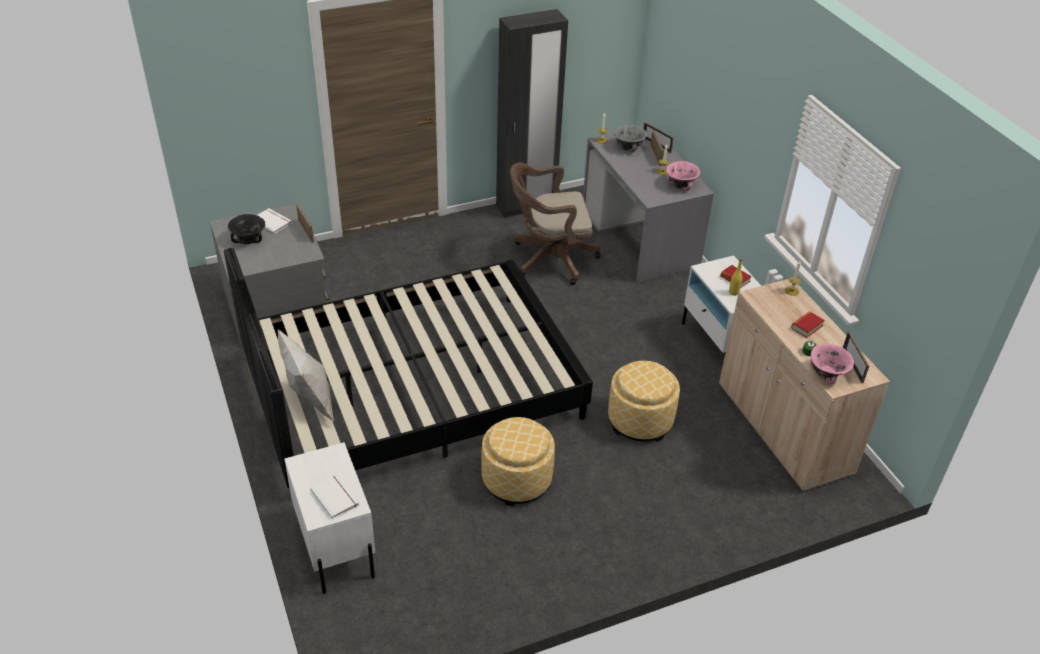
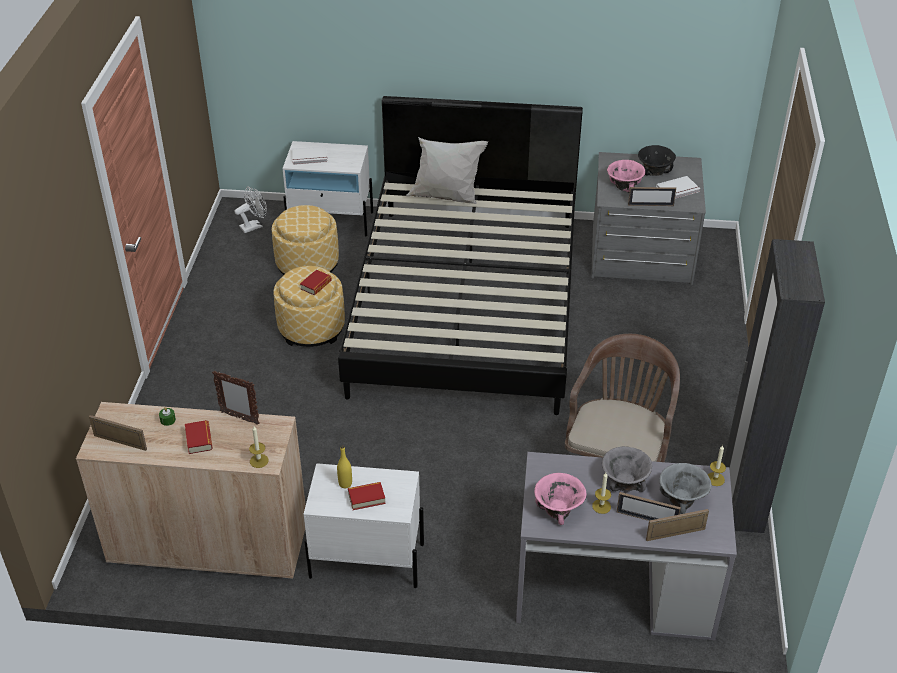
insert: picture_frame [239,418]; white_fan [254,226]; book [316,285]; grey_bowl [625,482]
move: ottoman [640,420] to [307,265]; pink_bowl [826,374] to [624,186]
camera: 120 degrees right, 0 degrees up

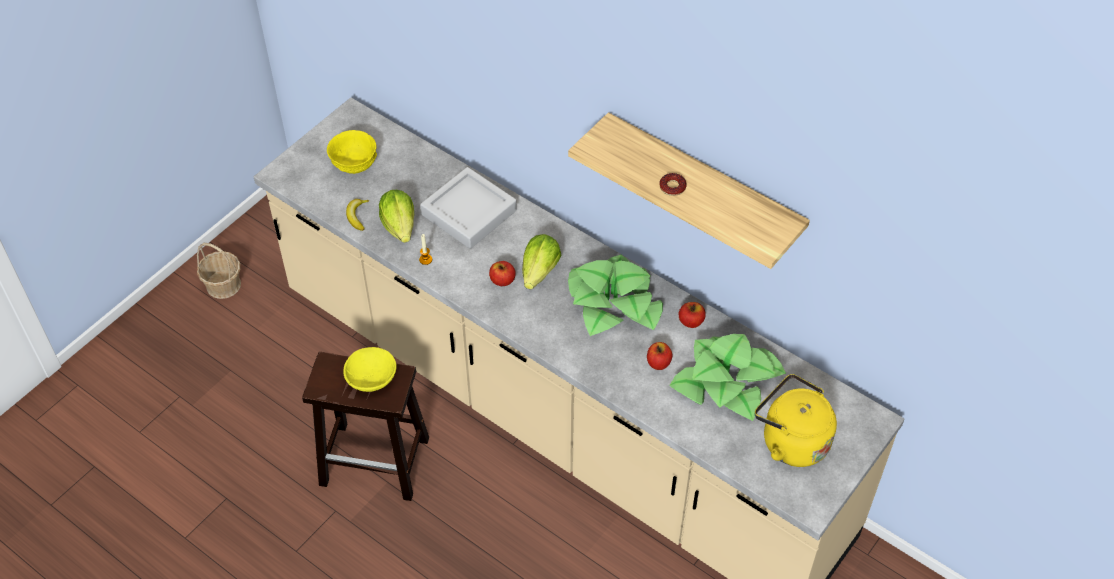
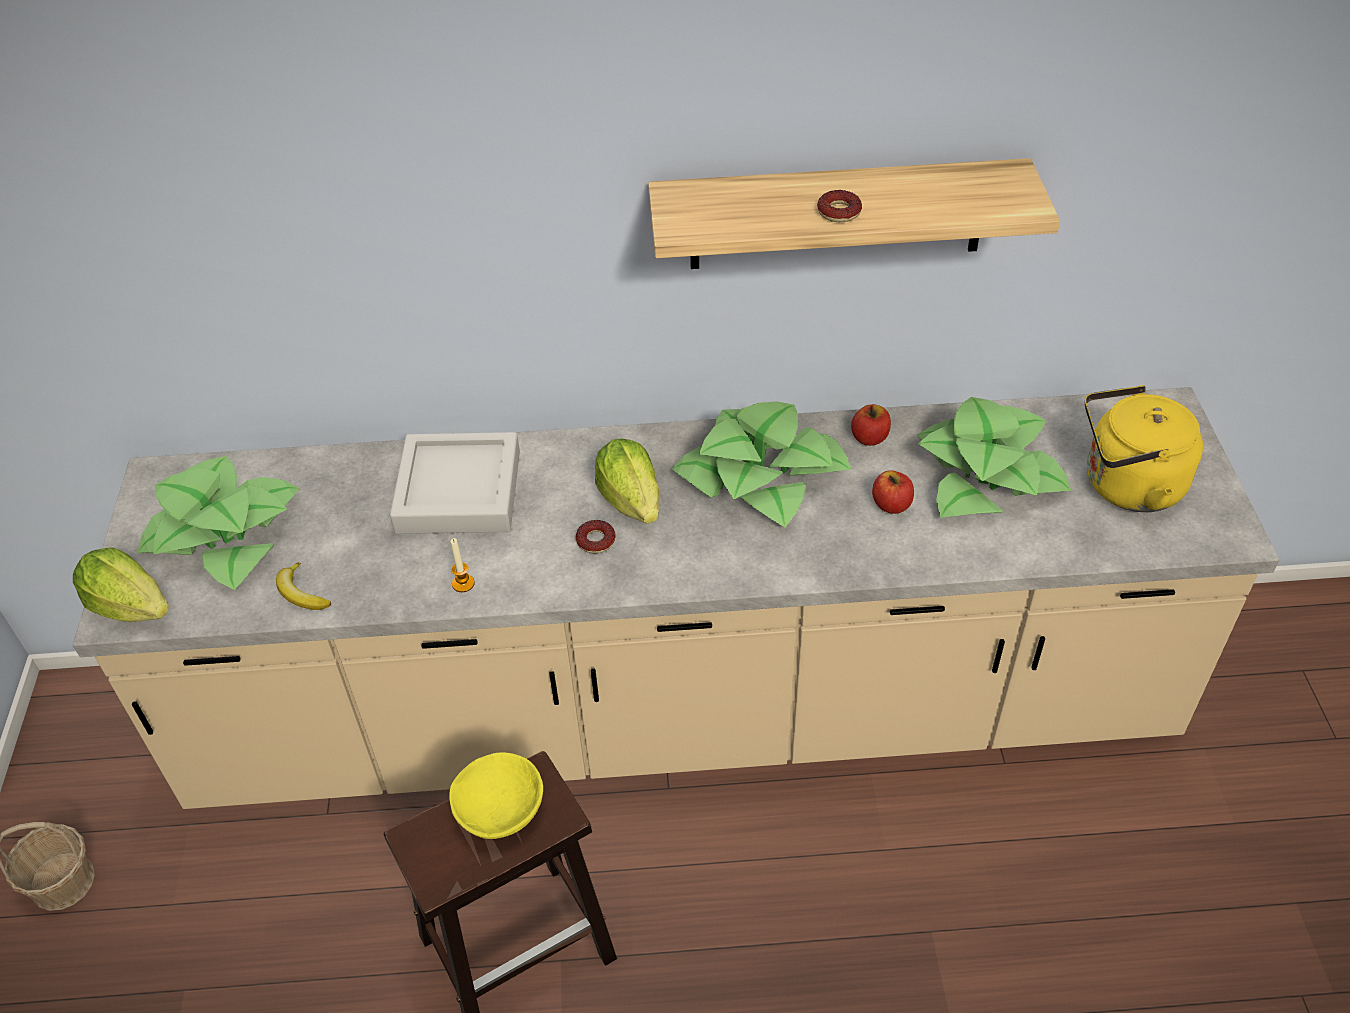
move: lettuce [400,226] to [130,606]
replace: yellow_bowl [354,163] to potted_plant [224,531]; apple [502,280] to donut [596,540]
camera: 40 degrees left, 5 degrees down

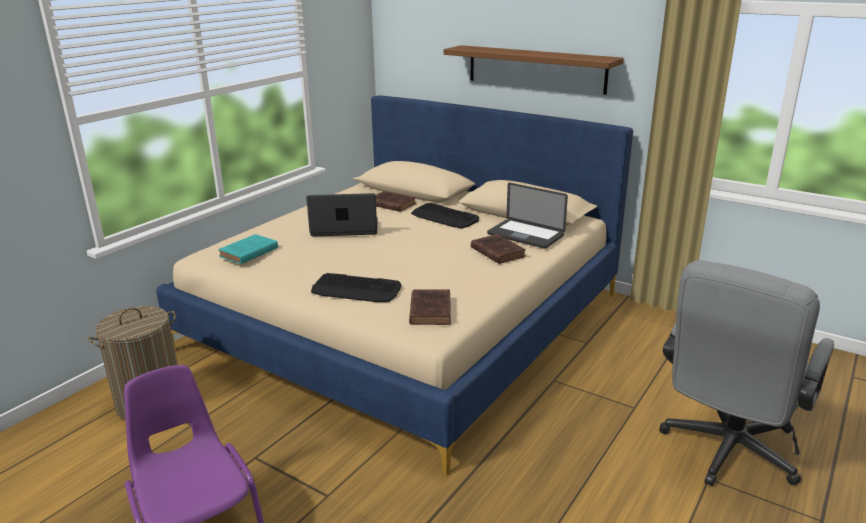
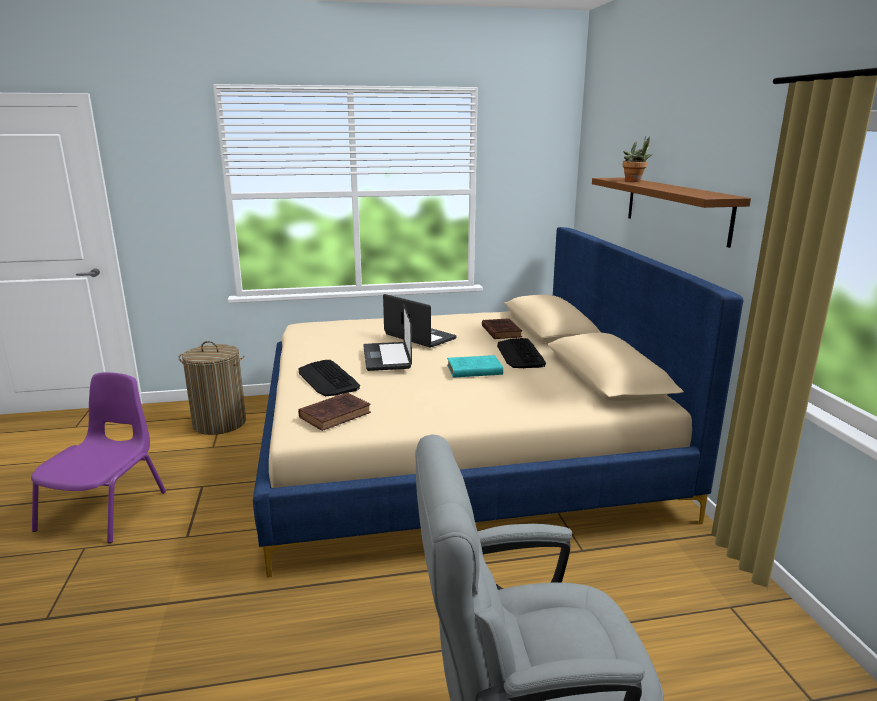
delete: brown_book [496,251]
insert: potted_plant [634,181]
move: turquoise_book [247,253] to [472,370]; laptop [525,235] to [386,357]
camera: 45 degrees right, 5 degrees down

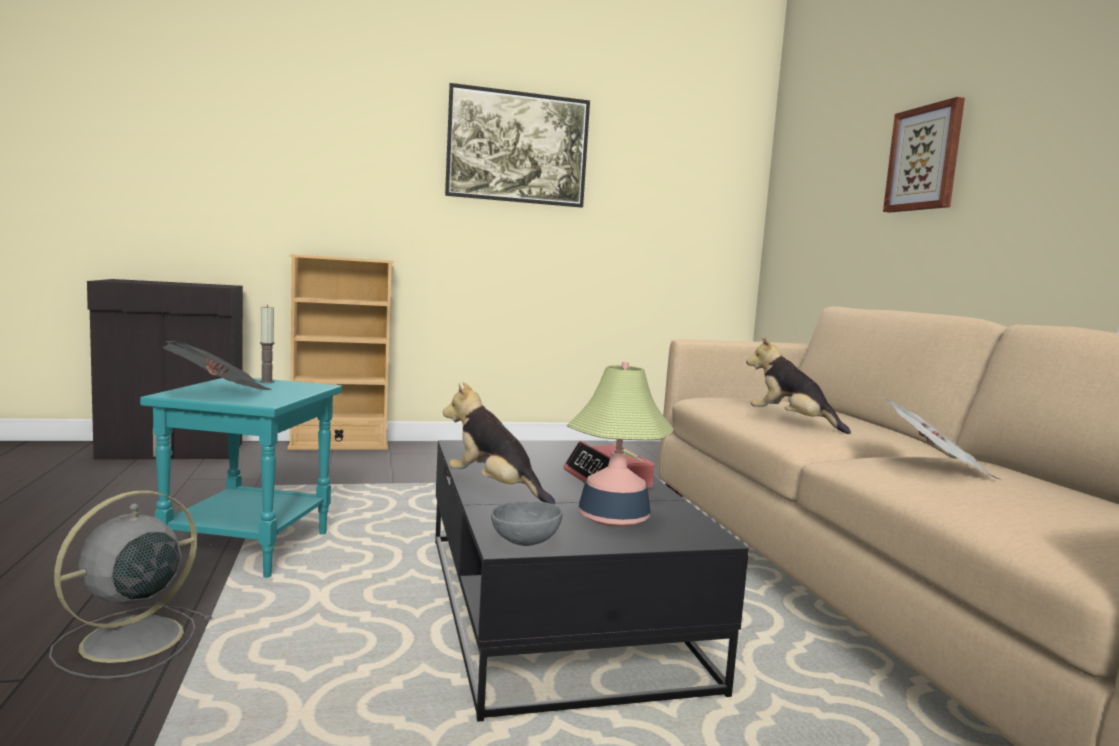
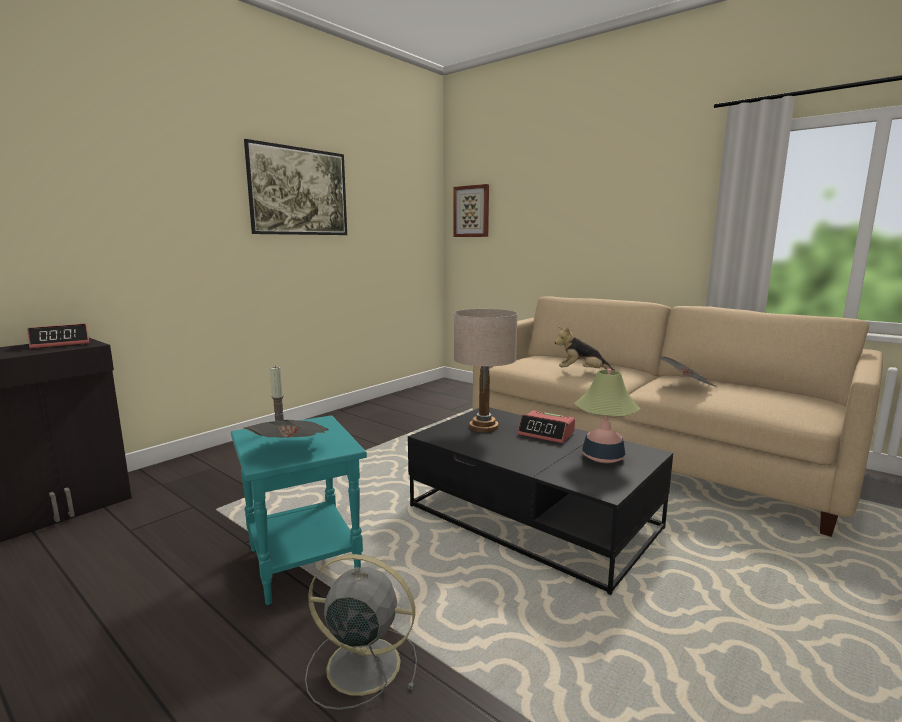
delete: beige_bookcase [339,445]; plush_toy [494,489]; grey_bowl [524,541]
insert: alarm_clock [61,343]; beige_table_lamp [484,427]
move: picture [924,158] to [471,211]
rotate: grey_fan [128,641] = [360,664] 105 degrees clockwise
camera: 35 degrees left, 5 degrees up

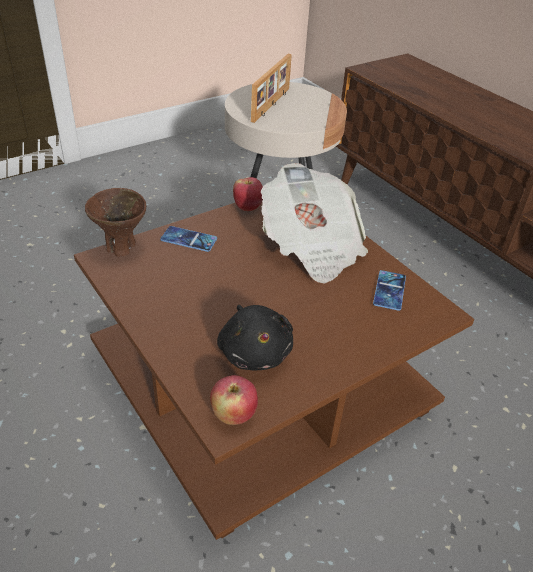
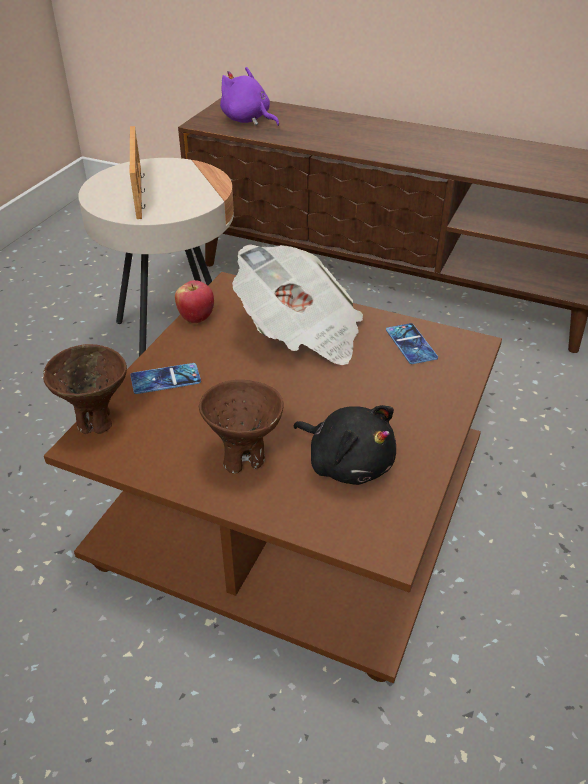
delete: apple [233,415]
insert: brown_bowl [244,459]; purple_plush_toy [248,120]
camera: 30 degrees left, 0 degrees up

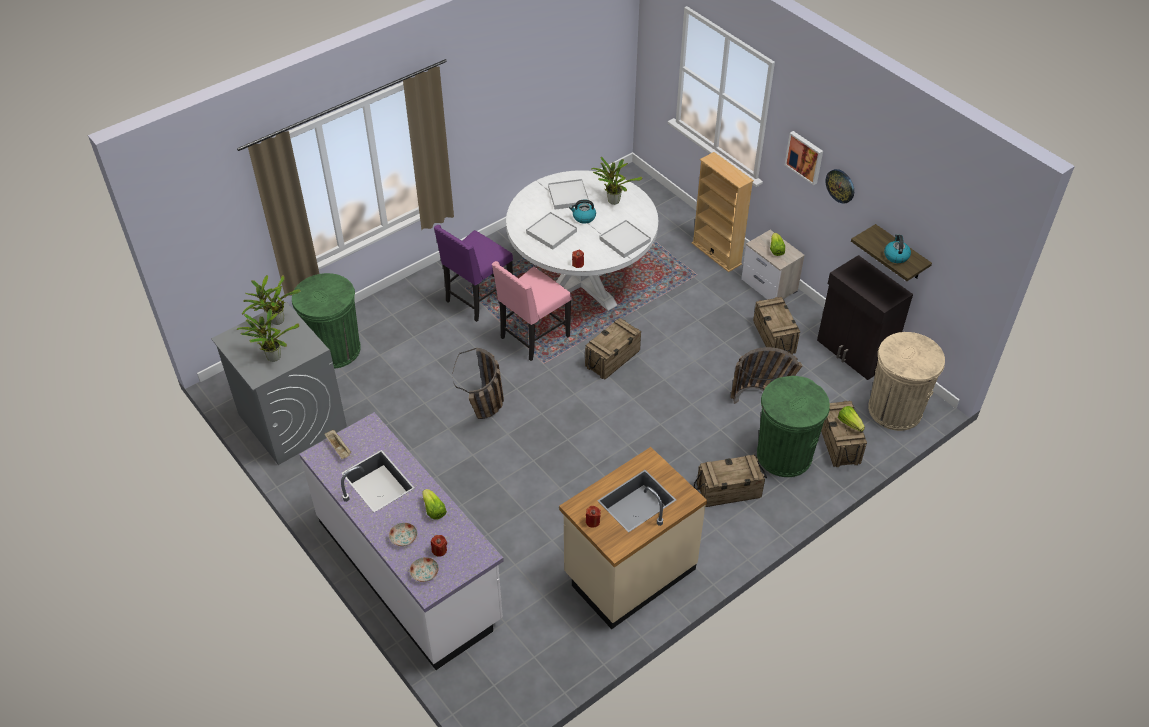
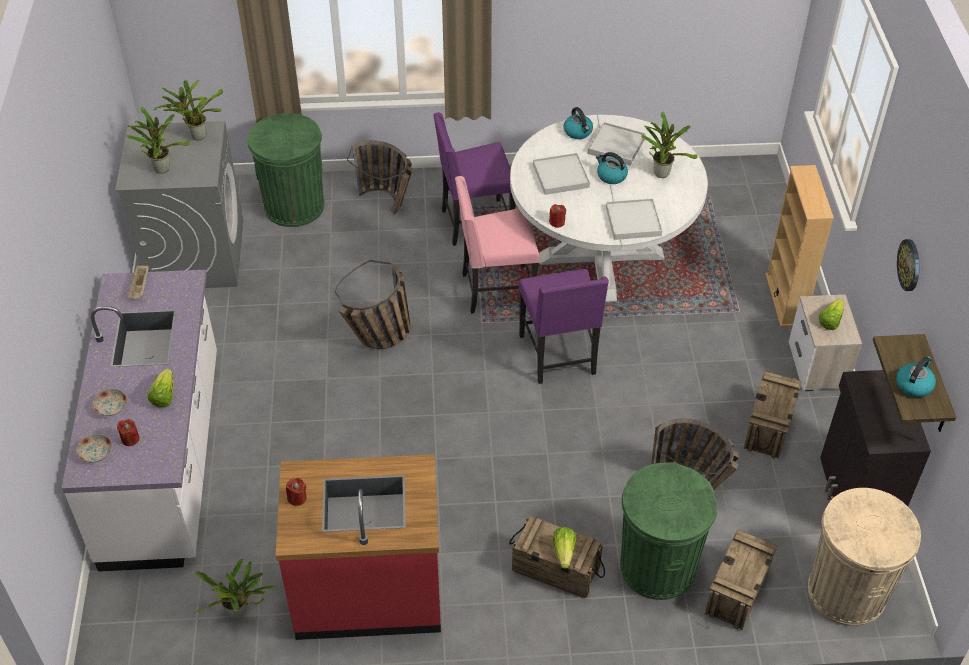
delete: picture [805,157]
insert: potted_plant [240,613]; basket [389,205]; kettle [578,132]
move: lettuce [849,423] to [564,552]
replace: crate [612,359] to purple_chair [559,356]
recolor: beige_counter [629,572] to red_counter [368,591]
camera: 35 degrees right, 0 degrees up

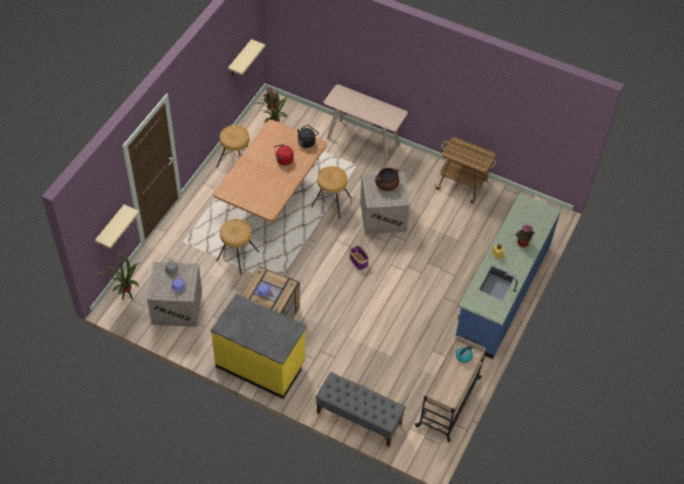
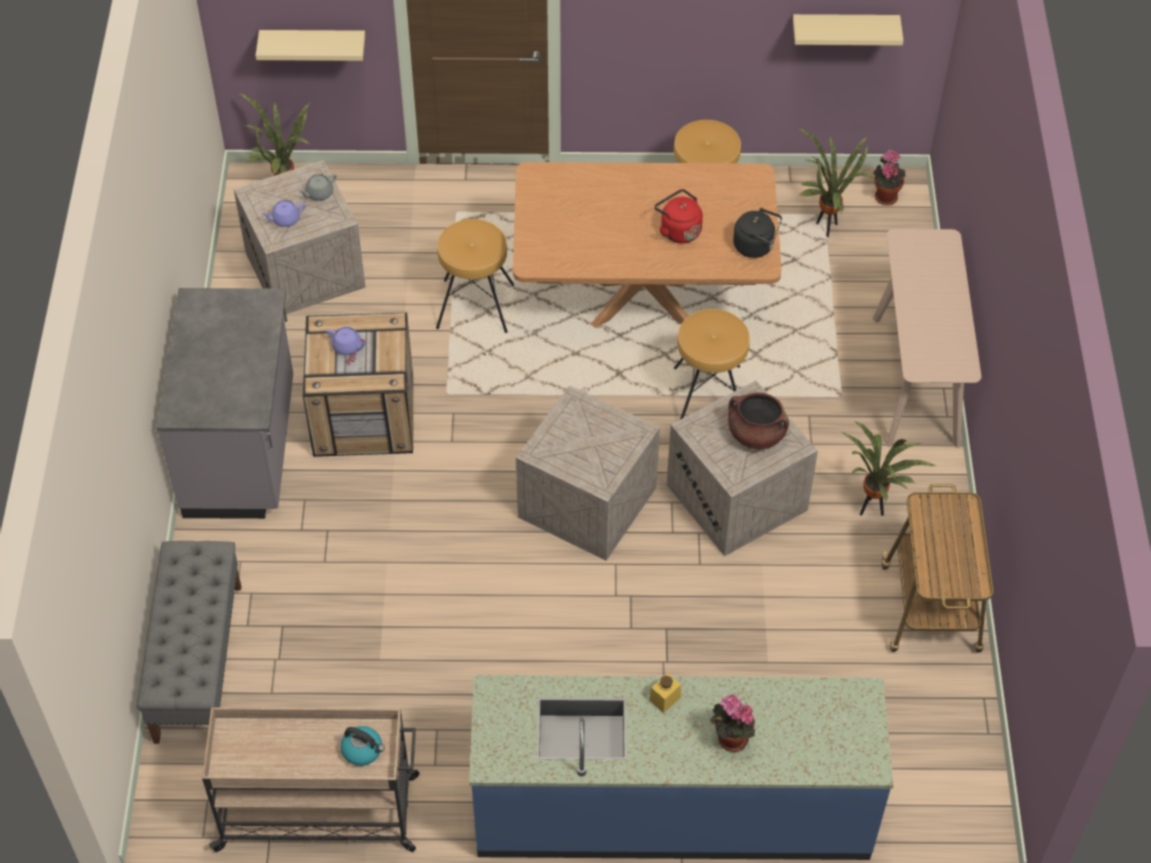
insert: potted_plant [872,510]
replace: basket [359,261] to crate [588,504]
recolor: yellow_counter [261,364] to grey_counter [242,449]
camera: 65 degrees right, 0 degrees up

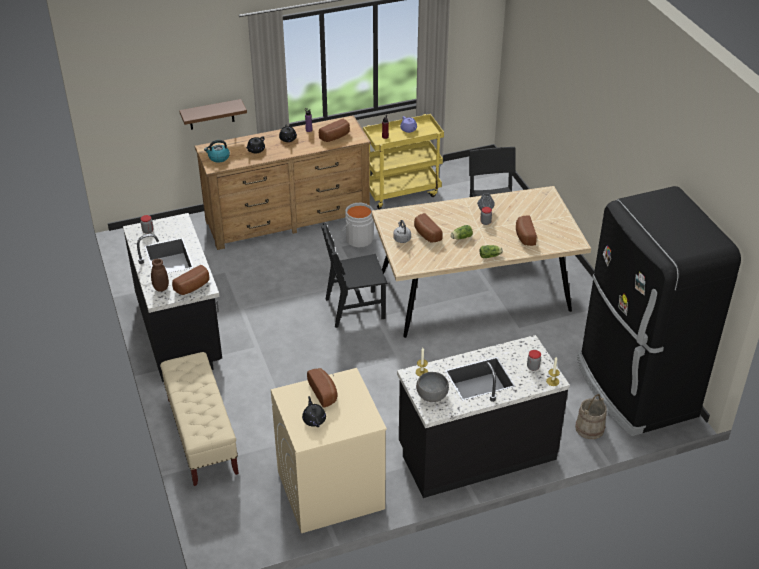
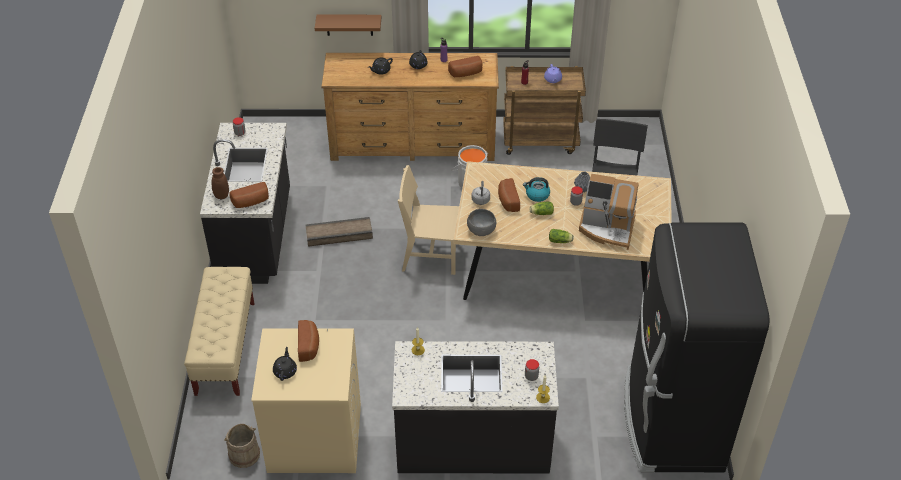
insert: crate [339,235]
move: kettle [218,158] to [537,195]; grey_bowl [432,395] to [481,230]; beige_bucket [590,428] to [244,455]
replace: bread [524,236] to coffee_machine [607,228]
recolor: black_chair [355,308] to beige_chair [430,256]; yellow_cart [402,192] to brown_cart [541,141]
camera: 20 degrees right, 5 degrees up

